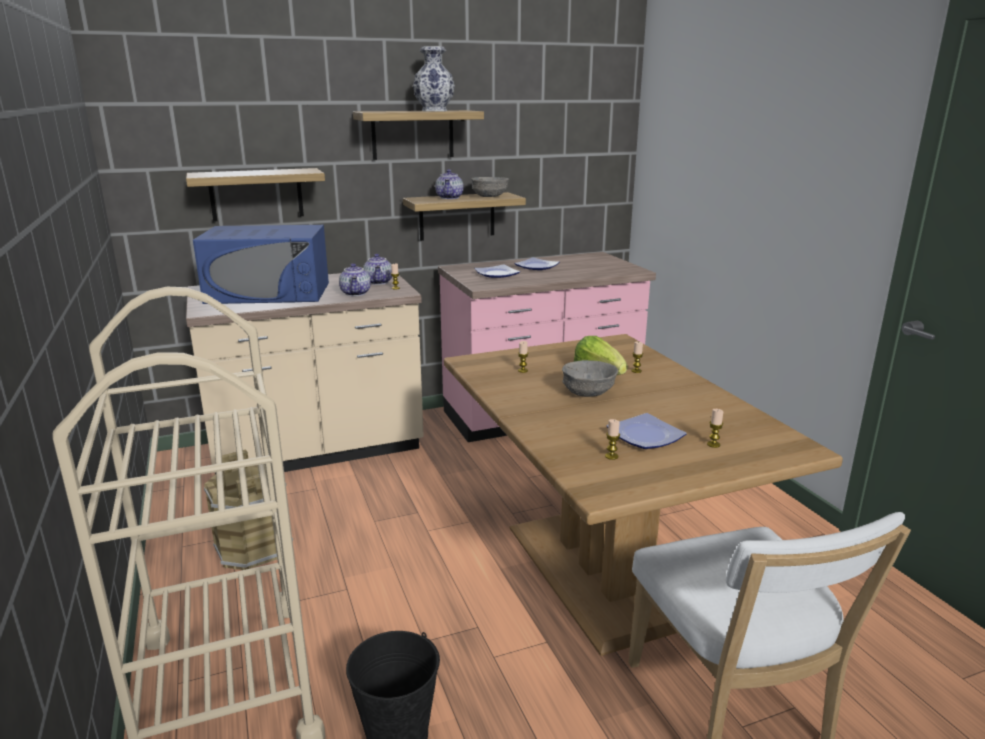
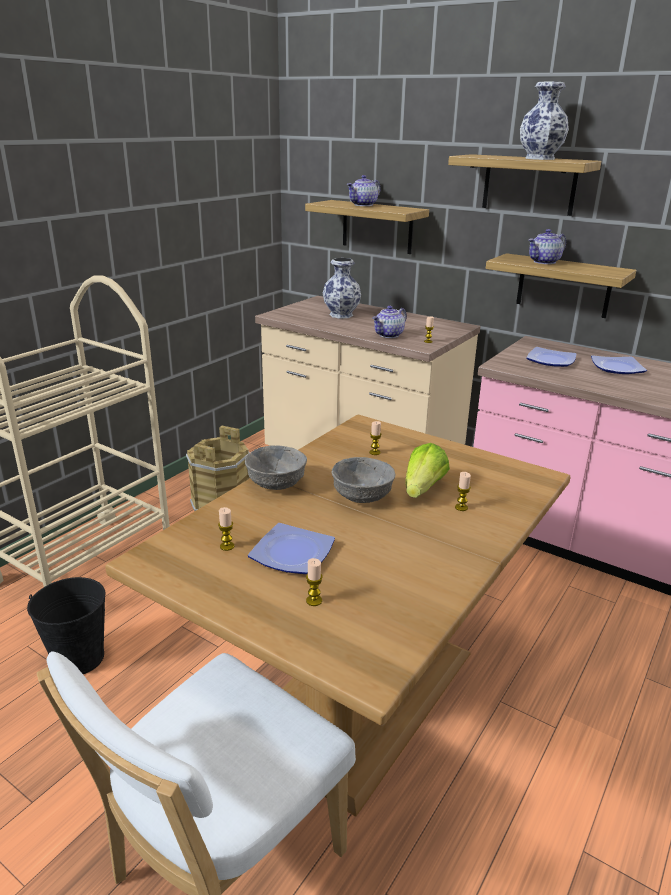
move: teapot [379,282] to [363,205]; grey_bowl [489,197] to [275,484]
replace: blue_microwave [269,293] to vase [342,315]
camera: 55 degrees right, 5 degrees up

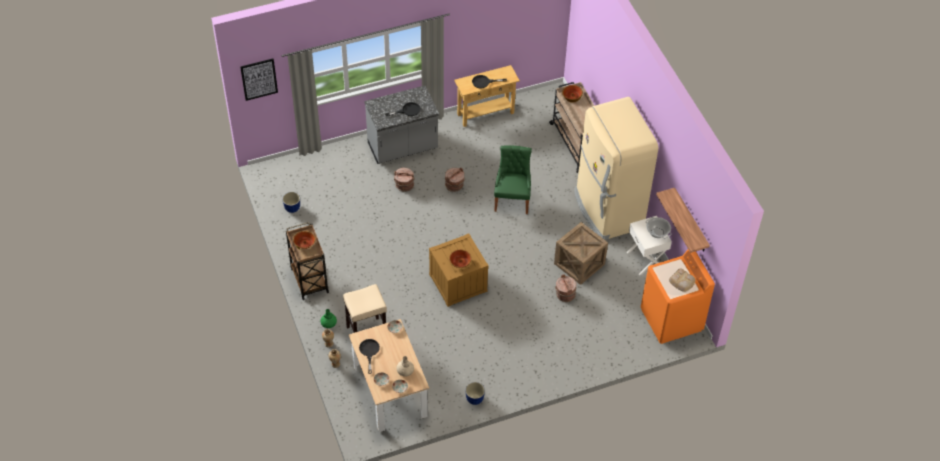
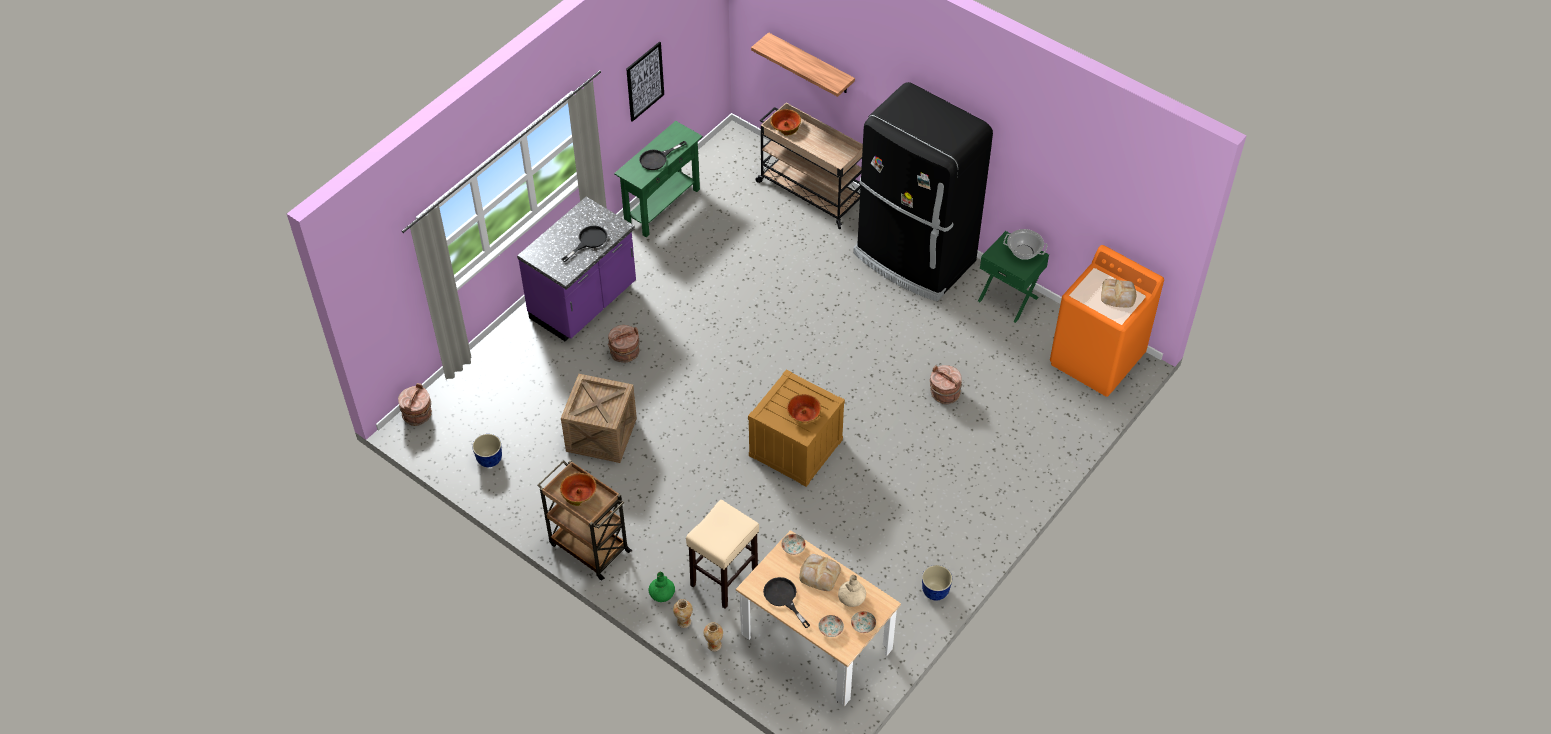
delete: green_chair [512,200]
insert: bread [819,573]
move: picture [259,79] to [645,81]; brown_bucket [454,185] to [418,415]; crate [579,264] to [601,435]; shelf [690,221] to [811,64]
recolor: grey_counter [403,148] to purple_counter [584,303]; beige_console_table [485,113] to green_console_table [662,206]; beige_fridge [607,210] to black_fridge [914,259]; white_nightstand [646,259] to green_nightstand [1008,298]
camera: 30 degrees left, 0 degrees up

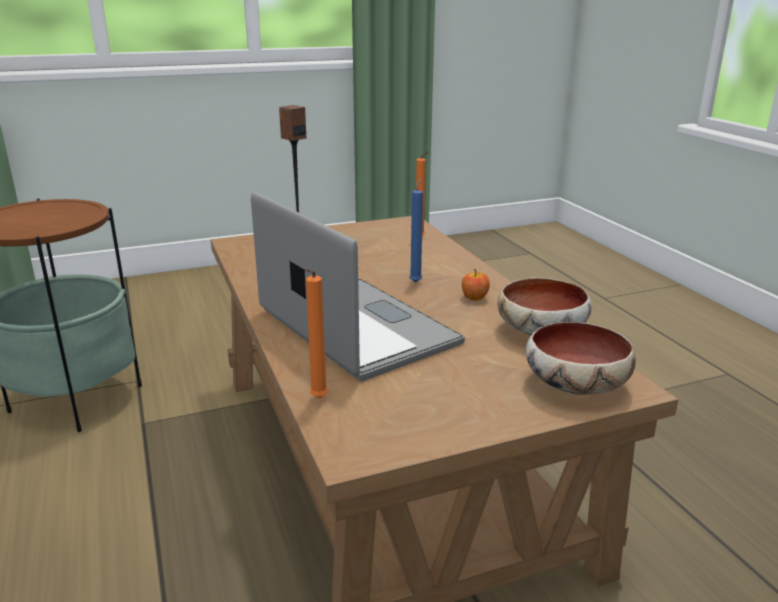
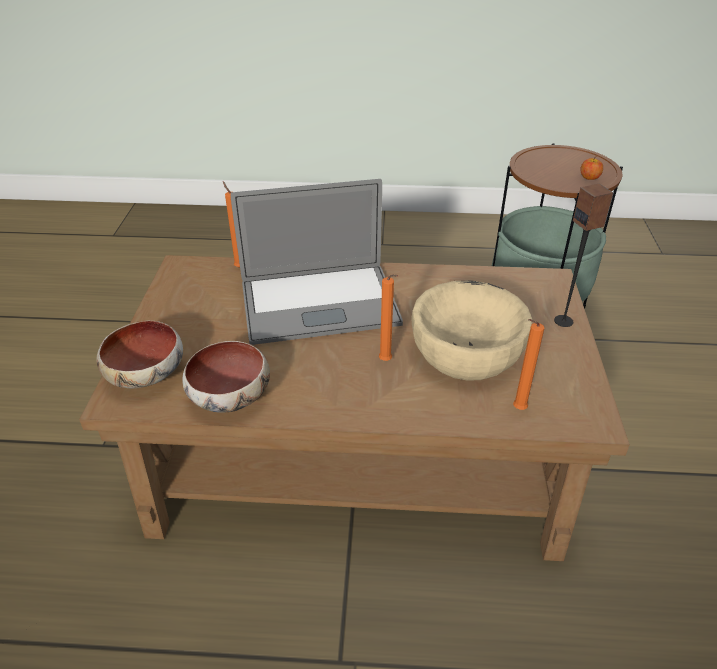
insert: beige_bowl [466,352]
move: apple [474,298] to [589,178]
recolor: blue_candle [416,282] to orange_candle [386,361]
camera: 115 degrees right, 15 degrees up

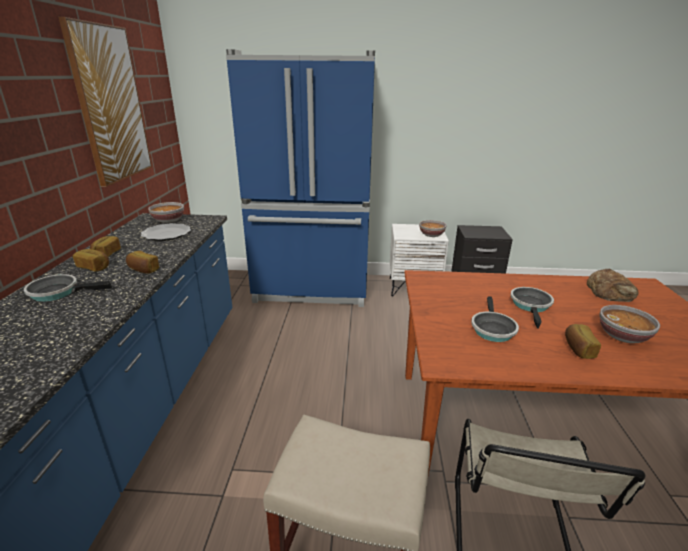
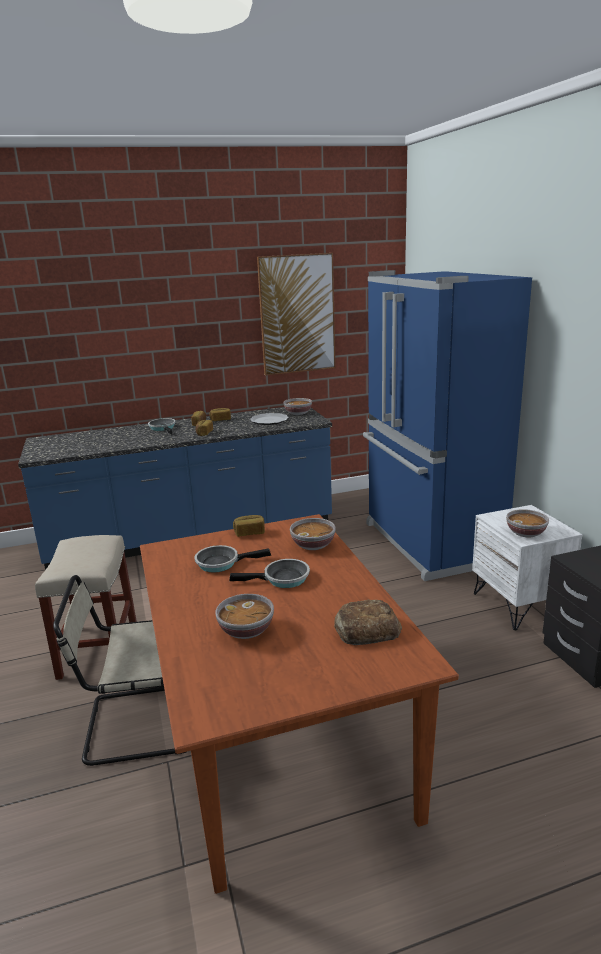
insert: bowl [313,545]
move: bread [577,349] to [249,533]
camera: 70 degrees right, 5 degrees down

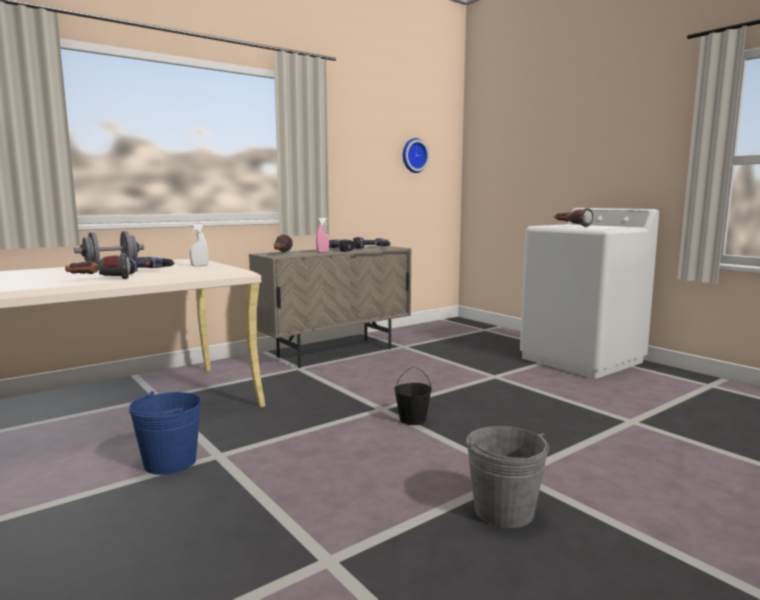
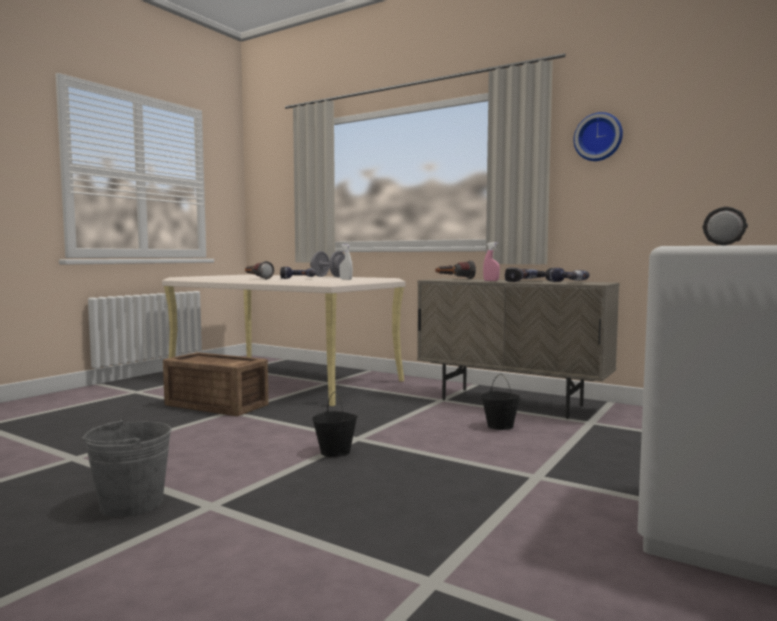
insert: black_bucket [500,426]
move: wall_clock [413,155] to [598,137]
replace: blue_bucket [170,462] to crate [216,404]
camera: 70 degrees right, 5 degrees down

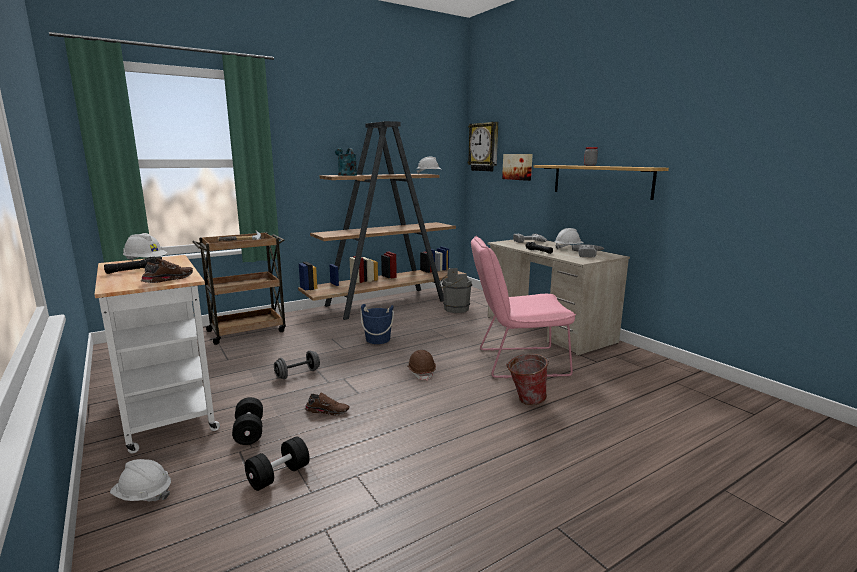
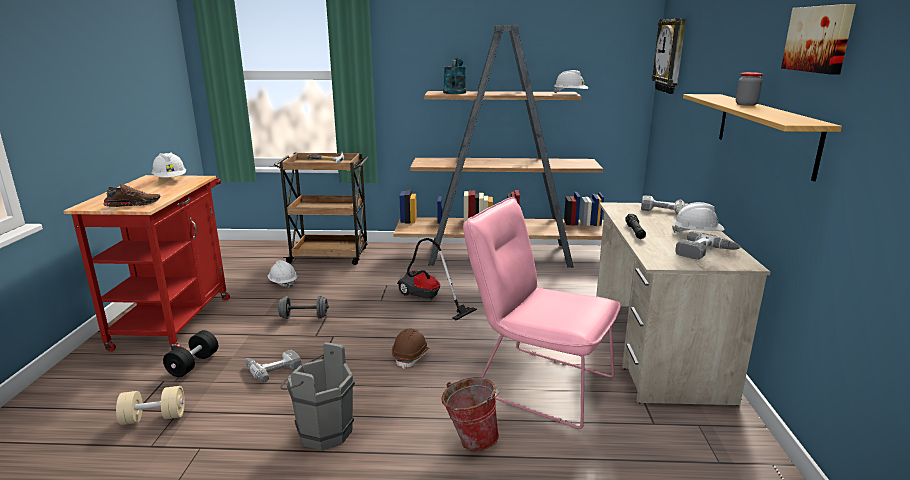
delete: black_flashlight [135,270]
move: white_hard_hat [143,495] to [283,283]; grey_bucket [454,309] to [321,431]; picture [518,166] to [819,39]
replace: brown_shoe [328,411] to power_drill [272,368]; blue_bucket [378,339] to vacuum_cleaner [427,299]
recolor: white_cart [167,409] to red_cart [176,318]; black_dumbbell [279,475] to beige_dumbbell [154,418]
camera: 35 degrees right, 5 degrees up

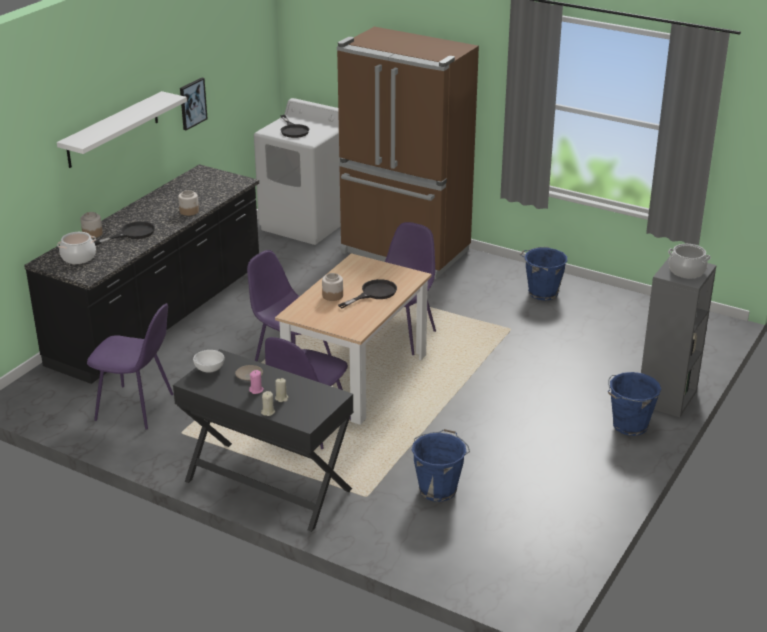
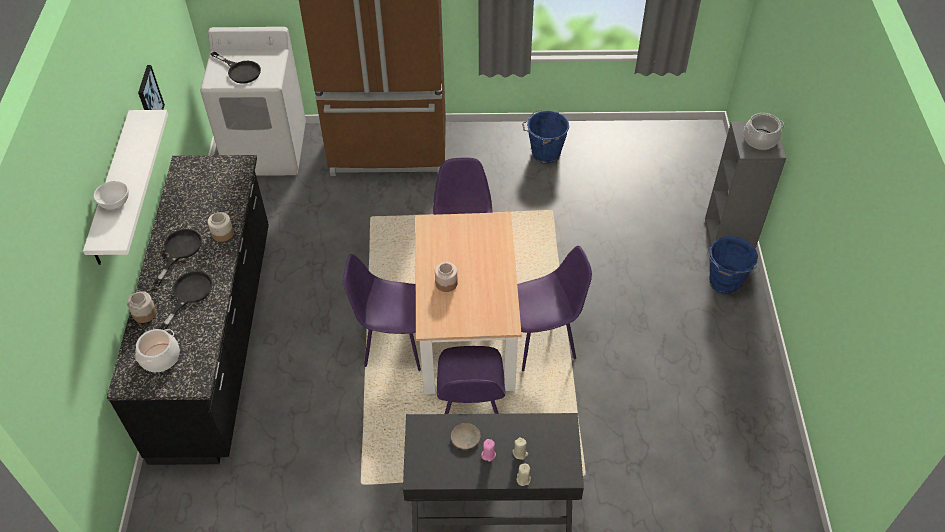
delete: blue_bucket [438,489]
move: purple_chair [136,407] to [542,339]; white_bowl [208,369] to [114,203]; black_frying_pan [374,293] to [179,251]
camera: 30 degrees left, 20 degrees up

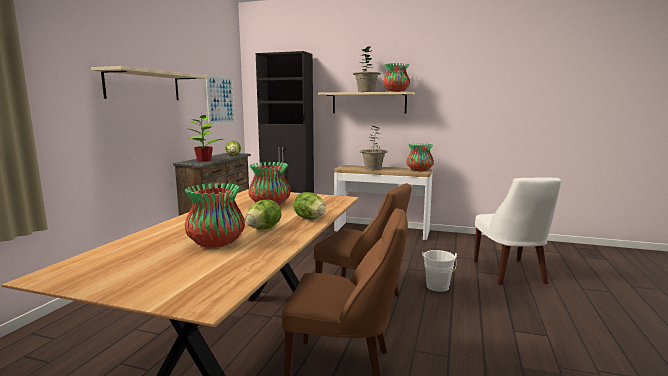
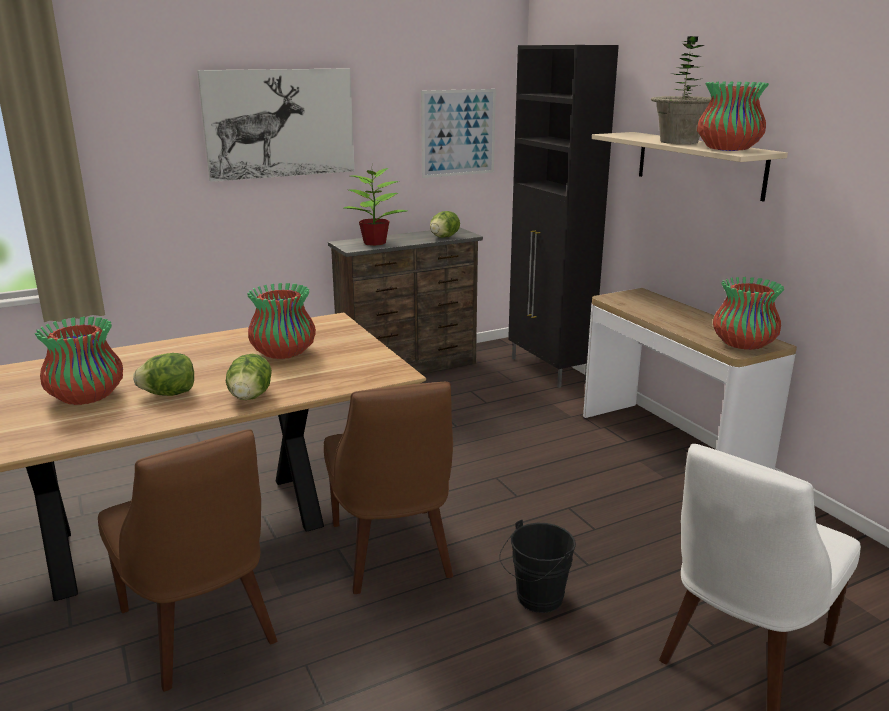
delete: potted_plant [373,169]
replace: beige_shelf [143,86] to picture [280,123]
recolor: white_bucket [438,287] to black_bucket [536,600]
camera: 45 degrees right, 10 degrees up

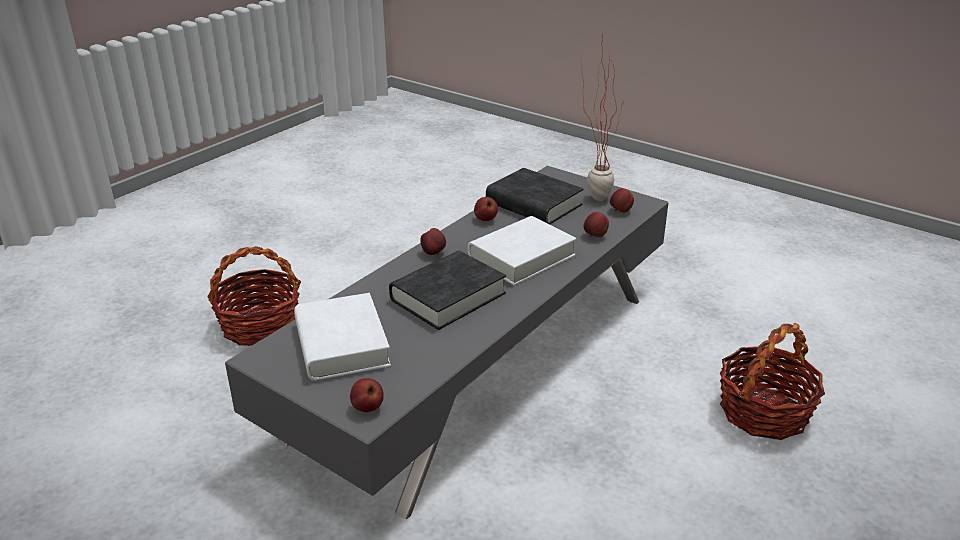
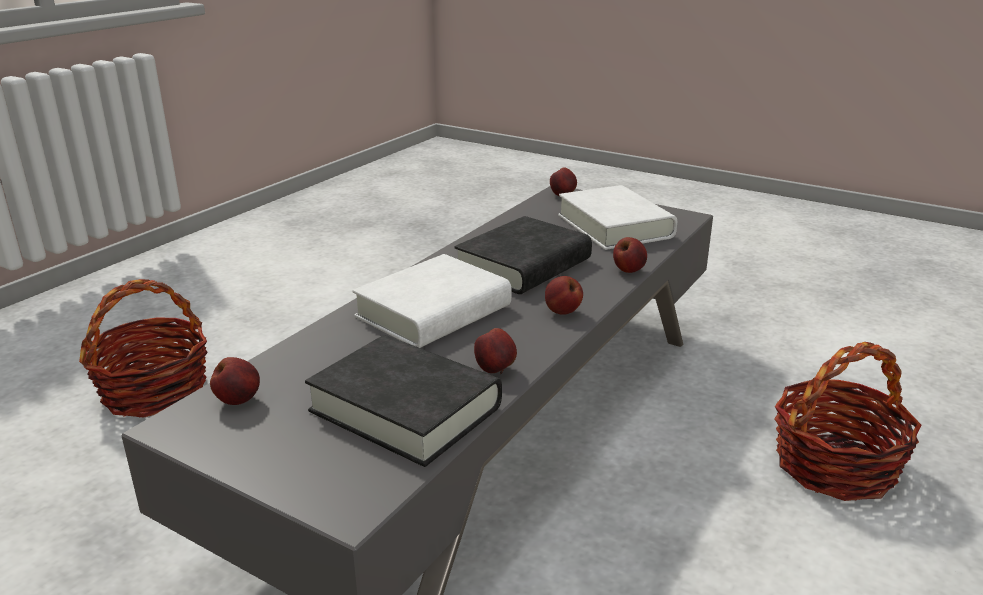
delete: potted_plant [593,195]
move: apple [595,236] to [628,270]
camera: 175 degrees right, 5 degrees down

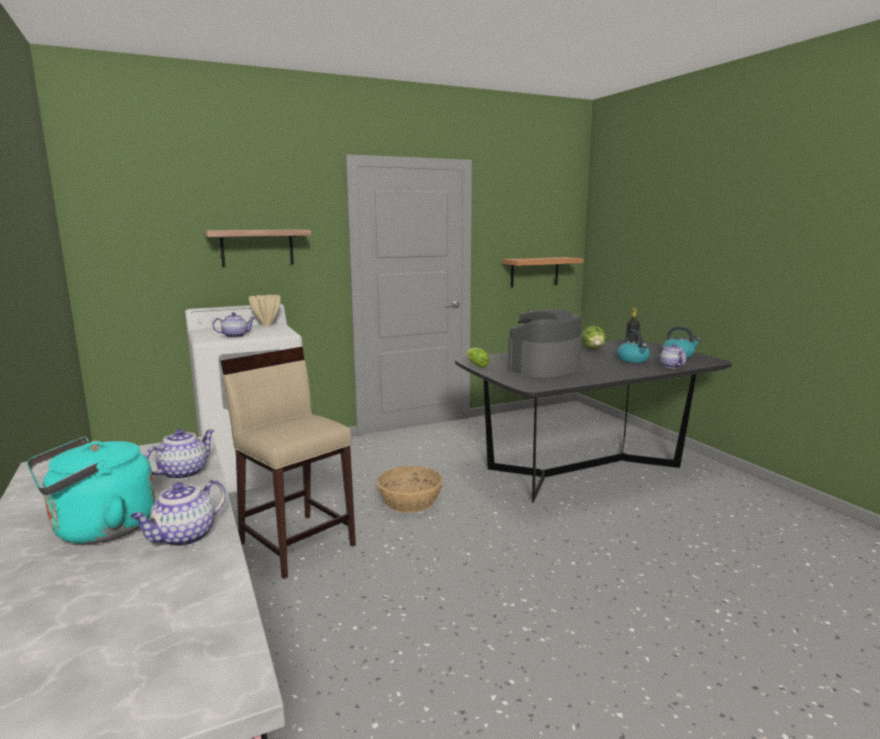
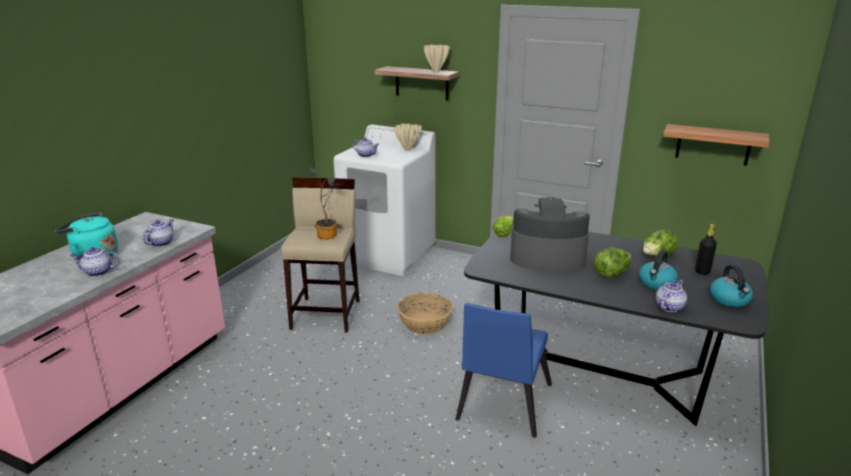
insert: potted_plant [329,234]; beige_vase [436,72]; blue_chair [501,405]; lettuce [611,274]
rotate: teapot [184,472] = [161,243] 60 degrees counterclockwise
camera: 50 degrees right, 10 degrees up

